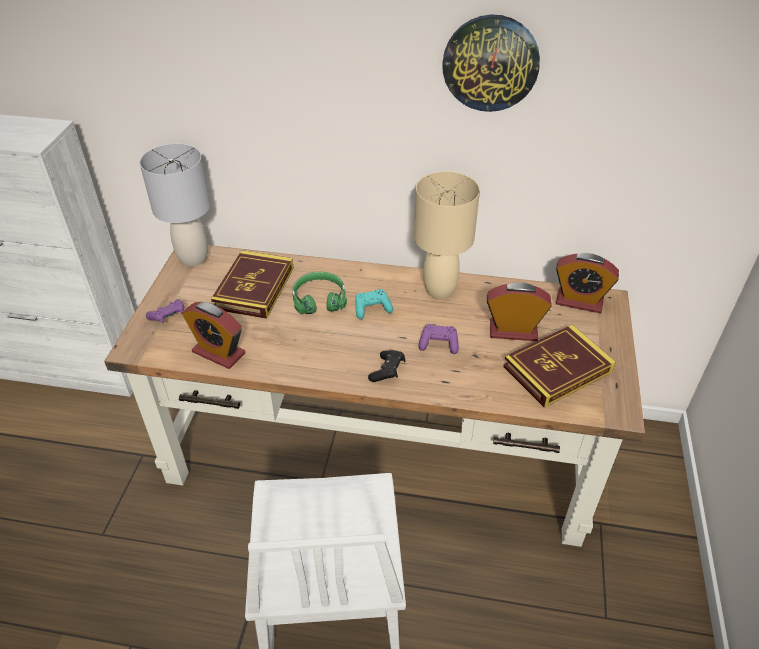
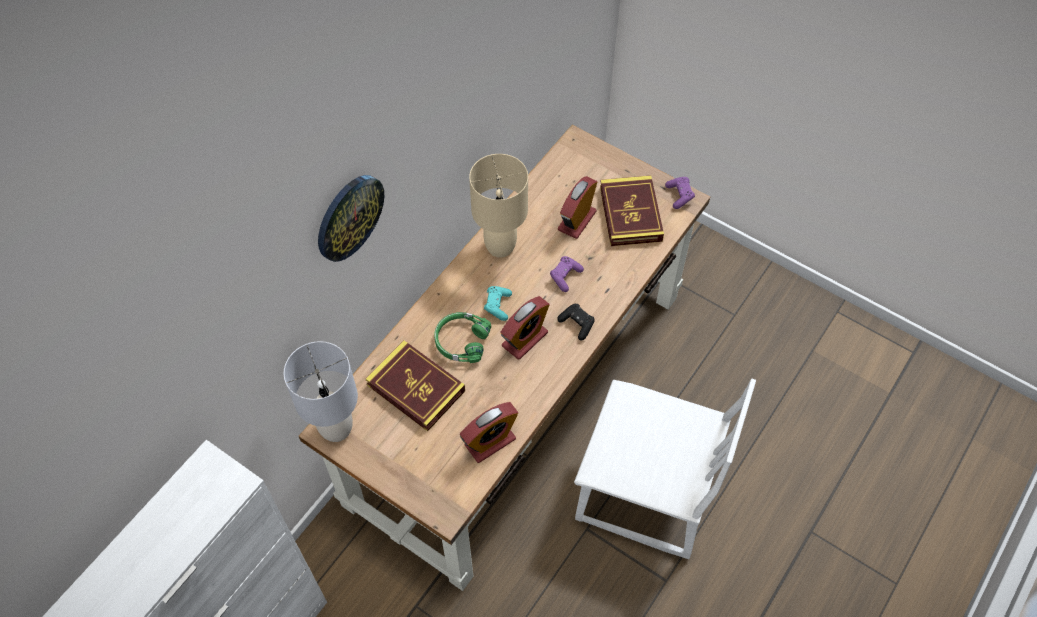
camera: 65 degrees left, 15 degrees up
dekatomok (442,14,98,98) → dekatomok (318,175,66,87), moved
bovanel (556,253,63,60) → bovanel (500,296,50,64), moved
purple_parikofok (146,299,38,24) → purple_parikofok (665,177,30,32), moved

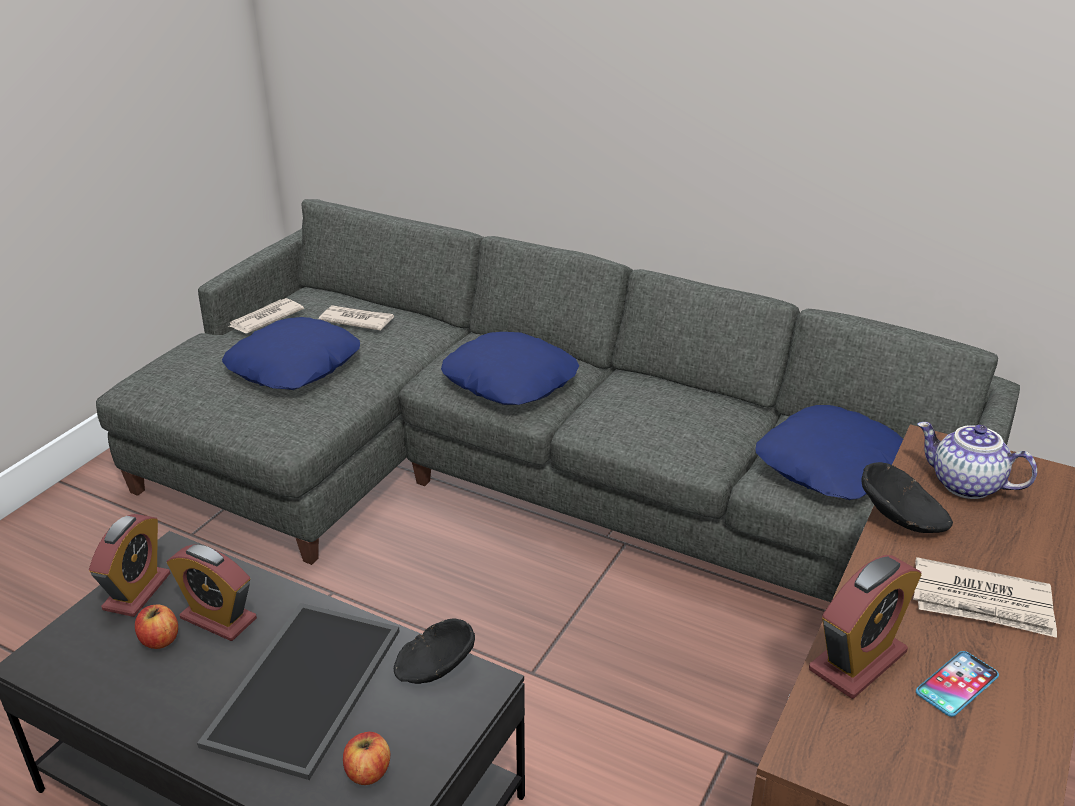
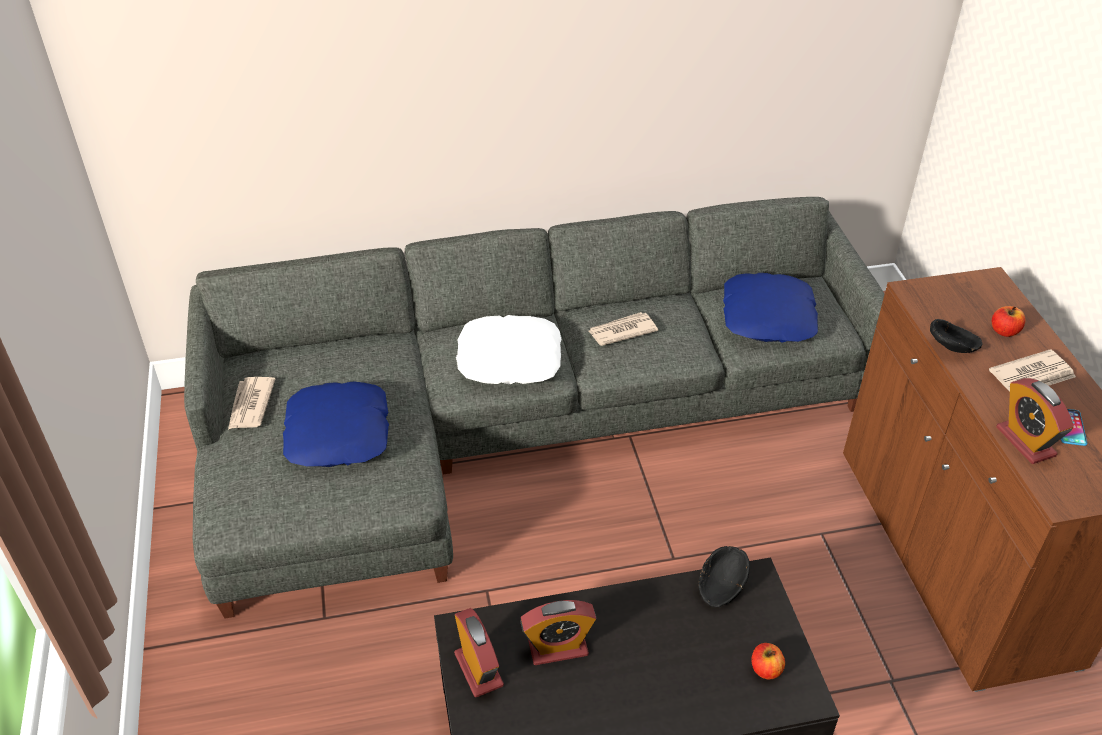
camera: 40 degrees left, 10 degrees up
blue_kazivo (441,332,138,73) → white_kazivo (456,315,105,70)
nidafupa (318,305,76,26) → nidafupa (588,312,70,34), moved
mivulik (135,605,43,44) → mivulik (992,306,33,31), moved
bovanel (809,555,113,144) → bovanel (996,378,78,86), 150 degrees clockwise
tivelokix (197,603,203,177) → -
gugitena (917,422,120,77) → -

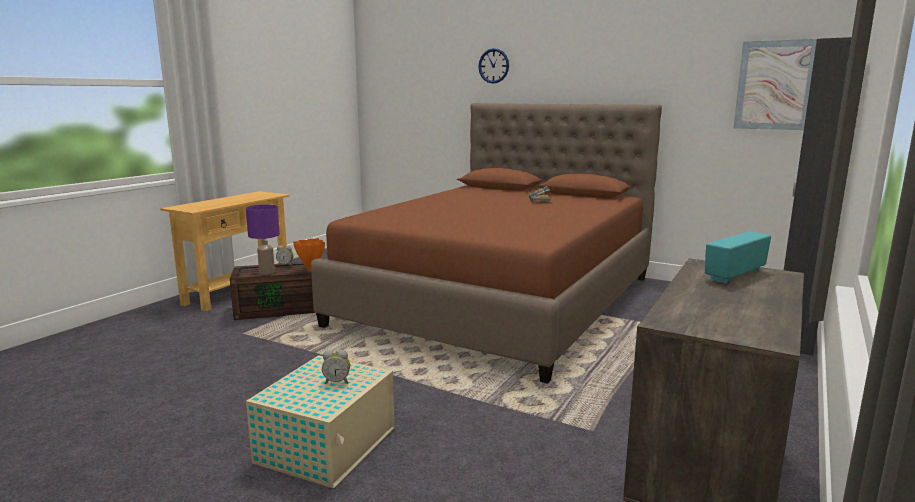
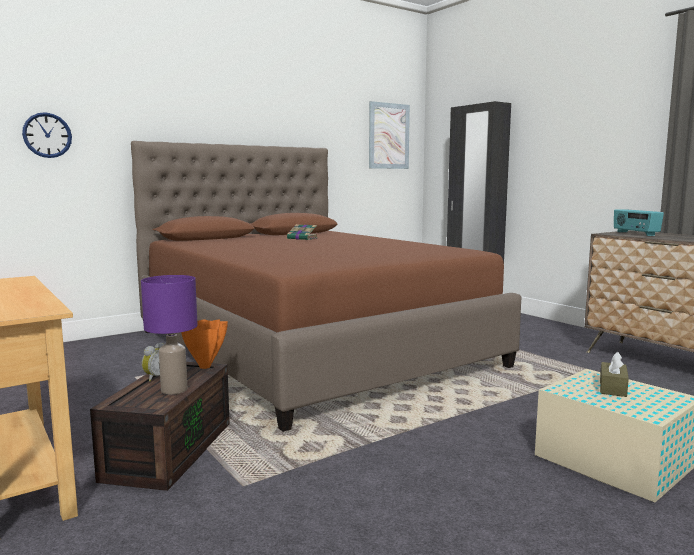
camera: 65 degrees left, 5 degrees down
dekatomok (478,48,31,36) → dekatomok (22,112,50,46), moved
bovanel (322,350,28,34) → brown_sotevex (600,352,29,45)

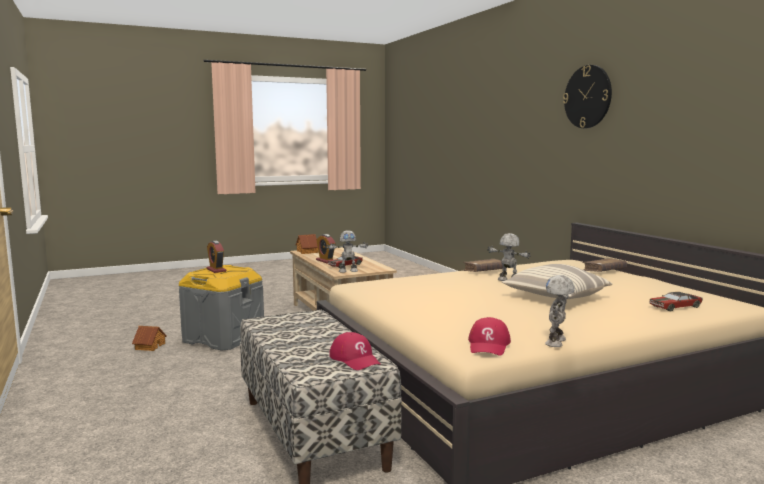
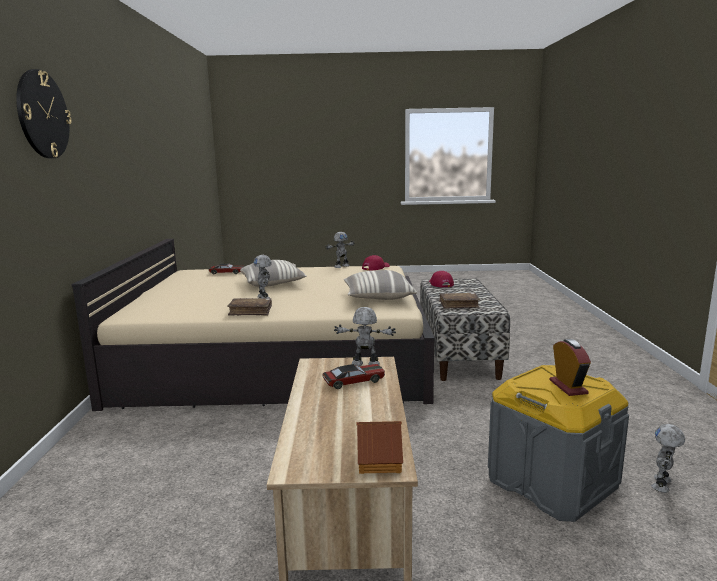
camera: 155 degrees left, 5 degrees up
- → kazivo (343,270,74,30)
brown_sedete (582,258,45,14) → brown_sedete (439,293,41,16), moved
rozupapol (132,326,35,25) → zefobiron (652,424,33,69)
bovanel (316,234,19,29) → -

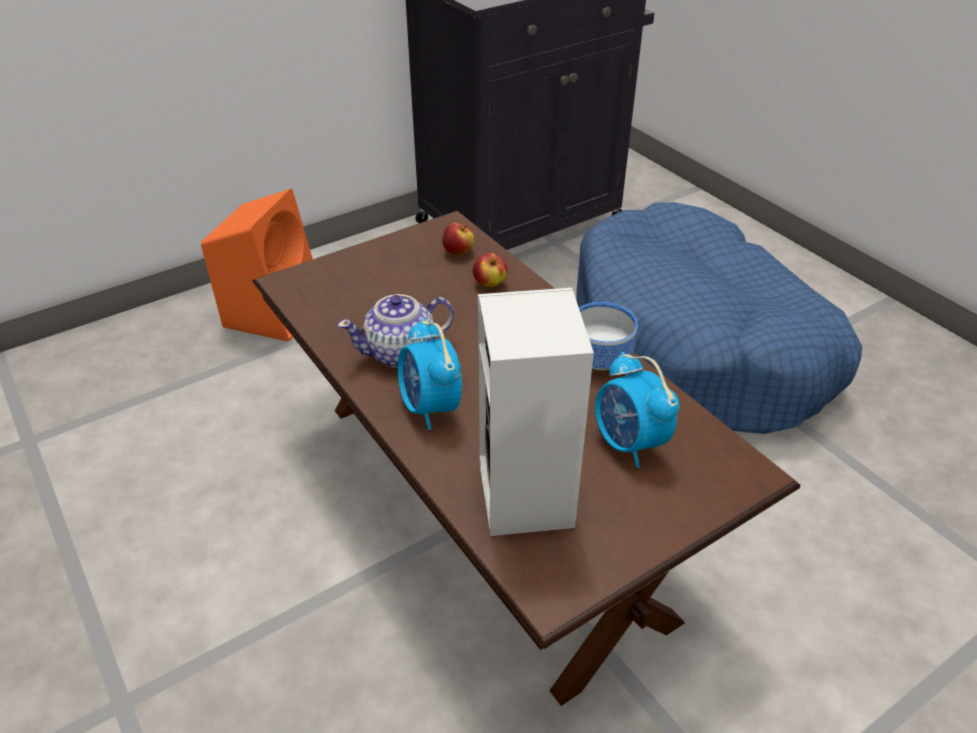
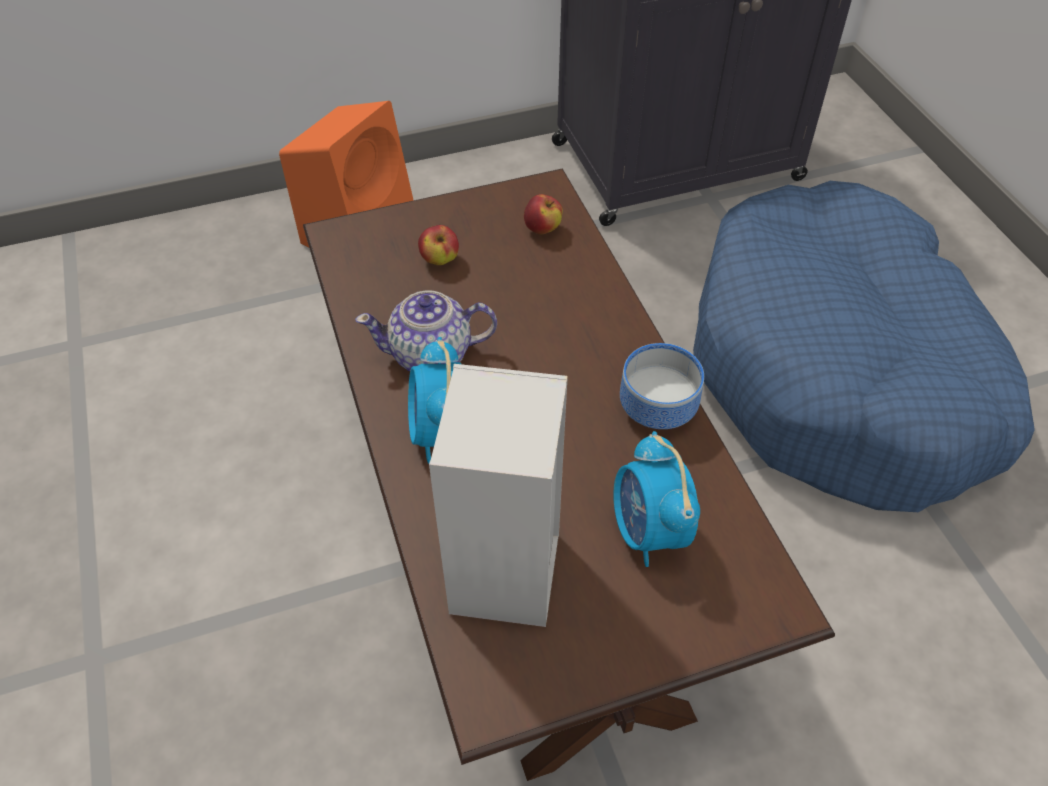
camera: 15 degrees right, 10 degrees up
mivulik (473,253,35,34) → mivulik (418,225,41,40), moved

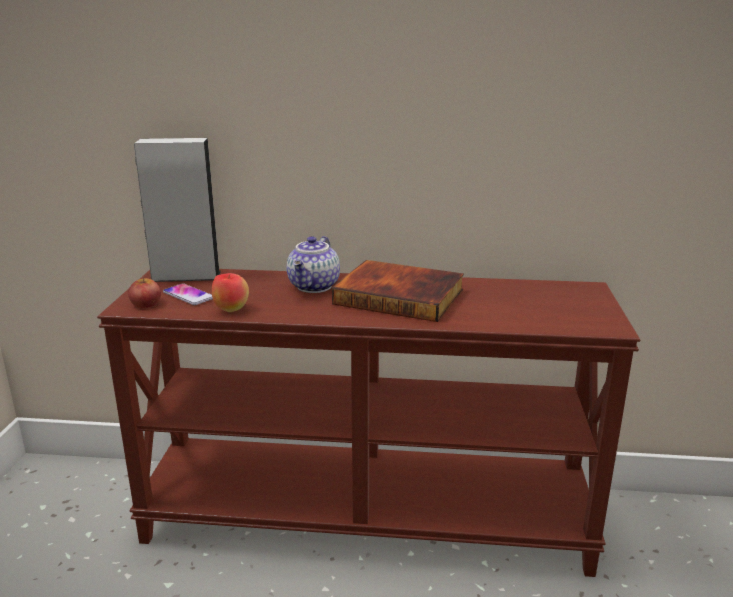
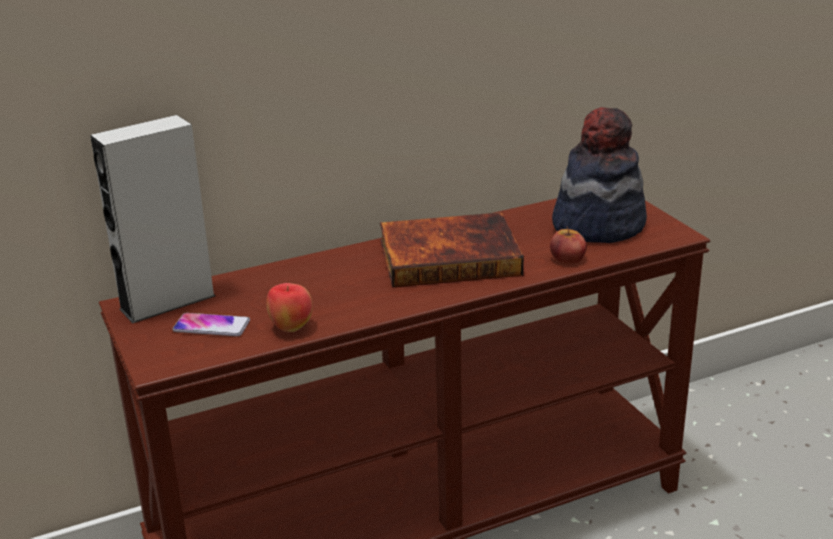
camera: 30 degrees left, 5 degrees up
mivulik (128,276,33,32) → mivulik (550,226,37,38), moved
- → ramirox (552,107,95,136)
gugitena (287,236,53,57) → -

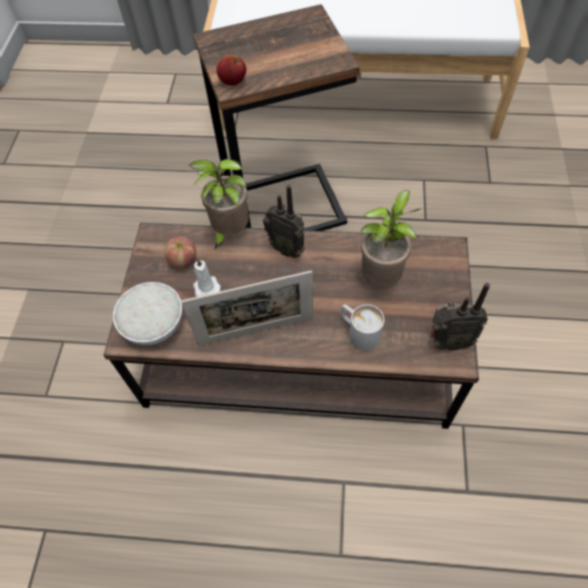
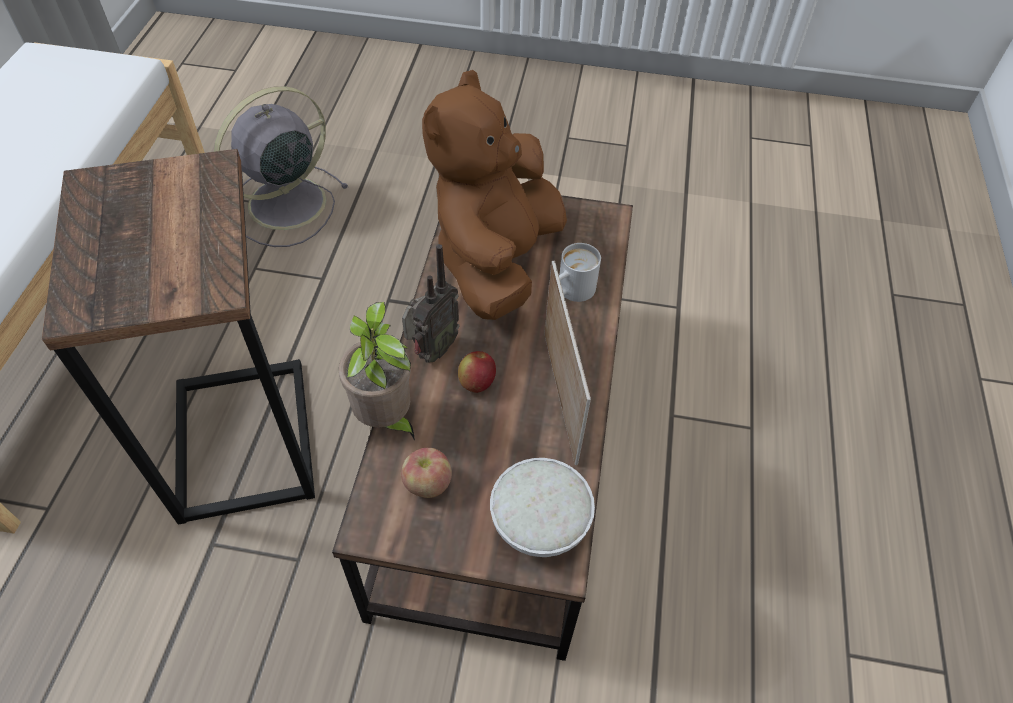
camera: 90 degrees left, 5 degrees down
- → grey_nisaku (214,86,135,161)
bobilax (361,190,61,97) → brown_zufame (422,70,145,250)
mivulik (217,55,29,31) → mivulik (458,351,38,42), moved
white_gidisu (193,258,28,39) → -
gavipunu (430,283,60,67) → -

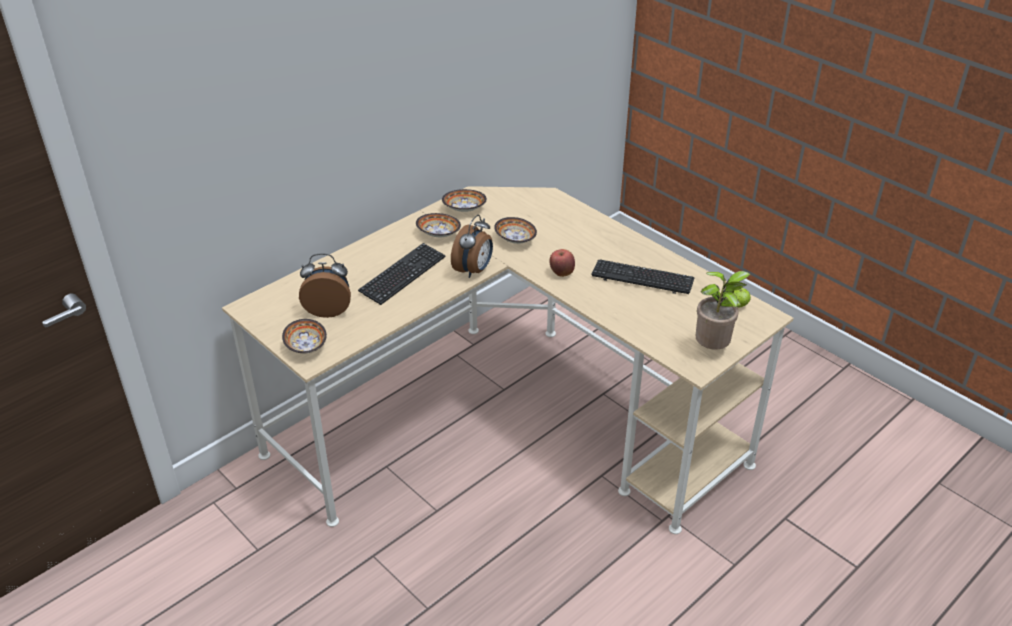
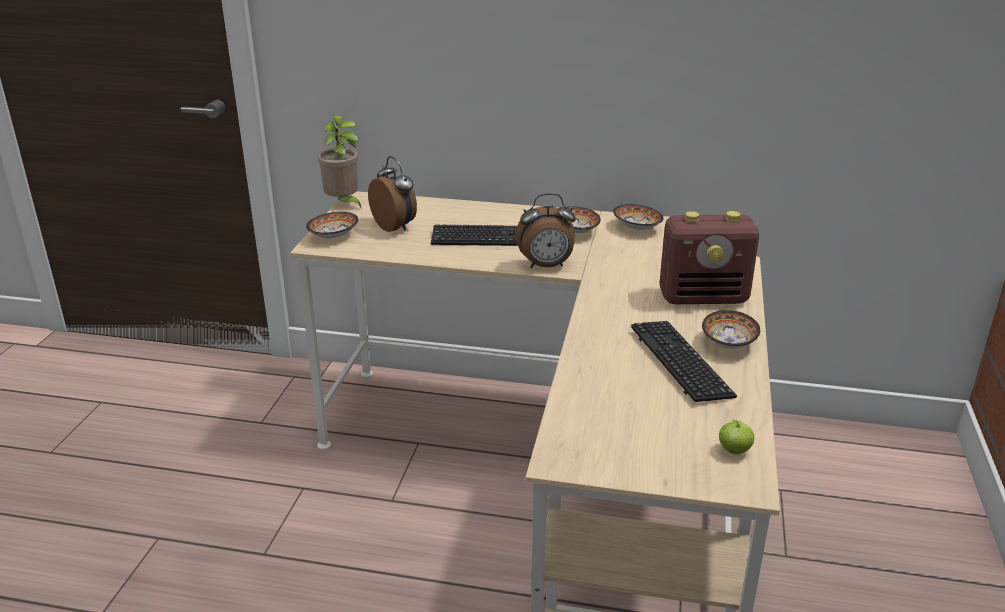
camera: 55 degrees right, 10 degrees down
bobilax (696,271,55,79) → bobilax (318,116,43,92), moved
- → gavipunu (659,211,100,93)
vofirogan (494,217,43,27) → vofirogan (702,310,58,39), moved
mivulik (550,249,25,28) → -

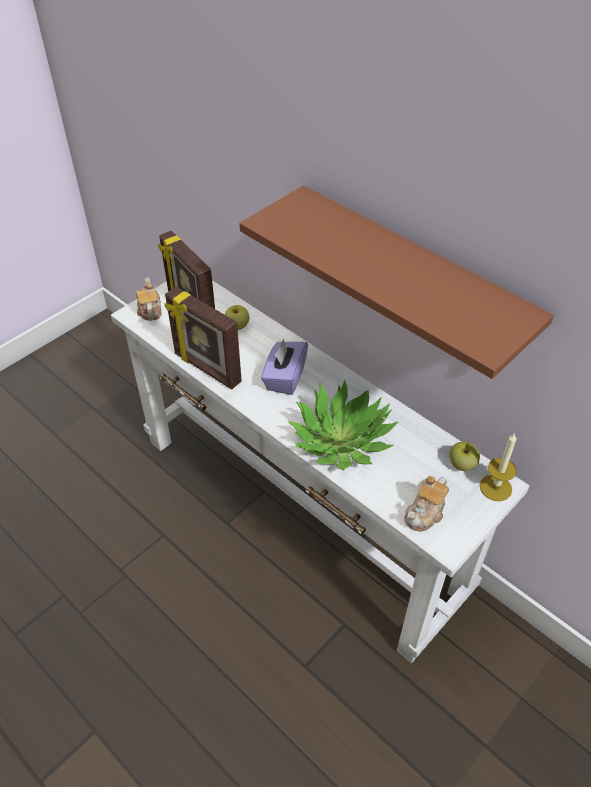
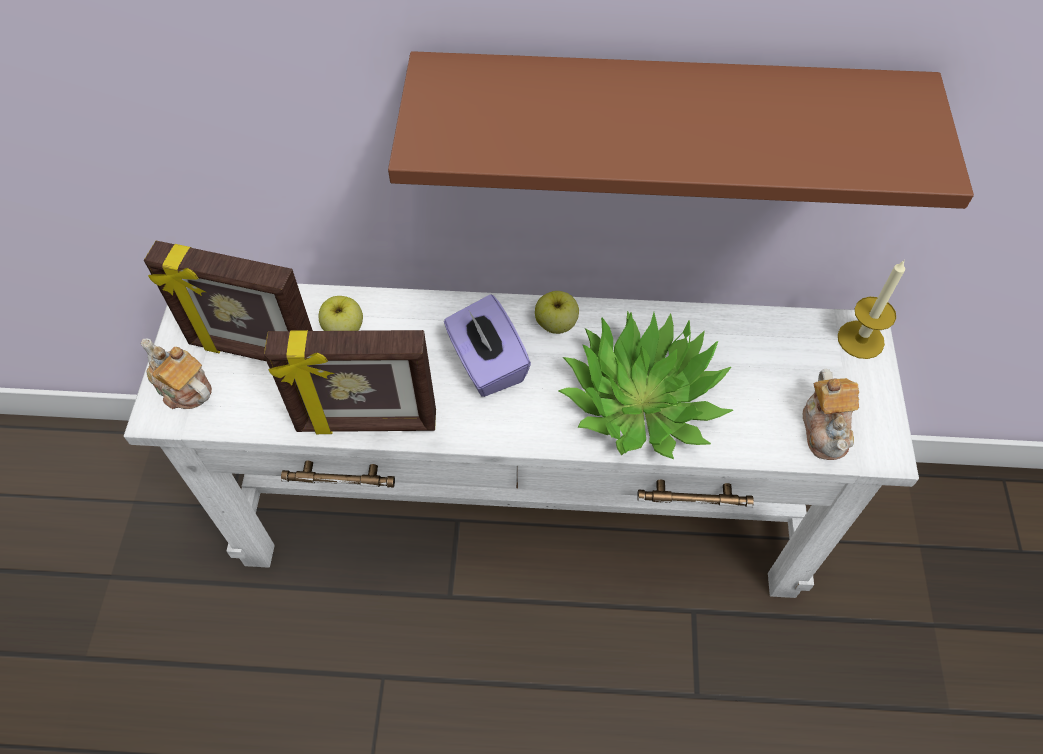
camera: 40 degrees left, 10 degrees up
mivulik (449,442,31,29) → mivulik (535,291,44,43), moved

